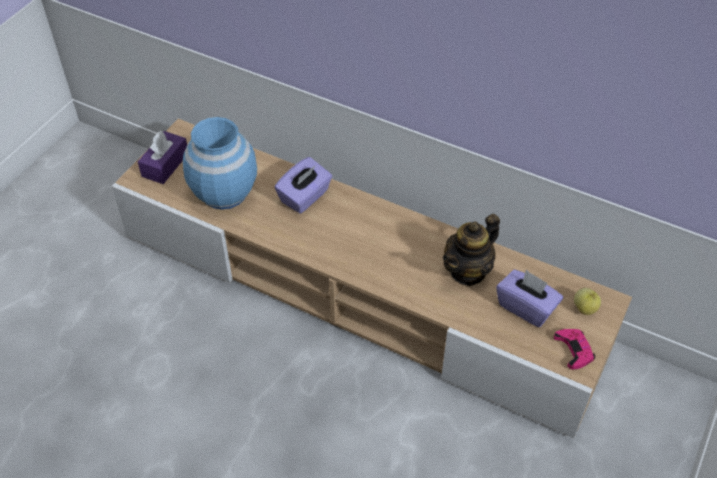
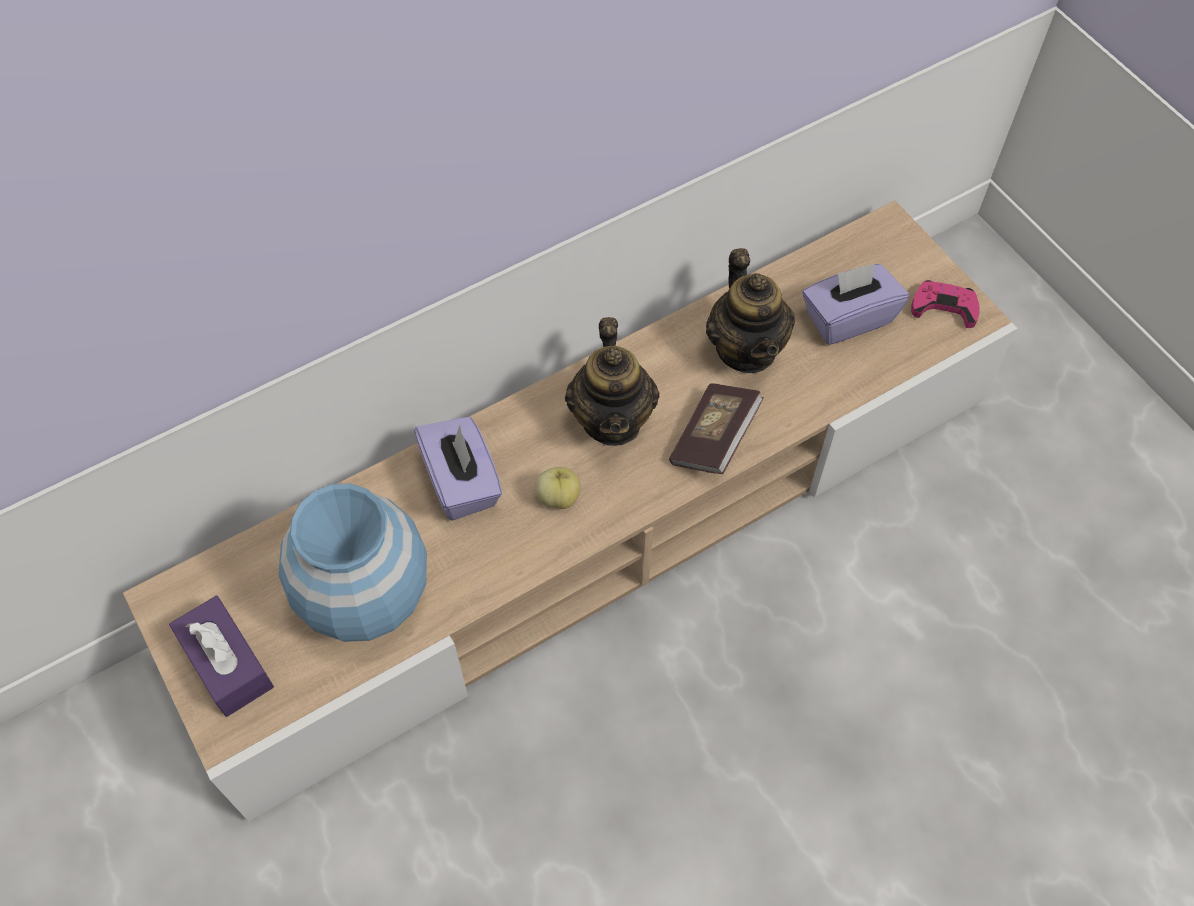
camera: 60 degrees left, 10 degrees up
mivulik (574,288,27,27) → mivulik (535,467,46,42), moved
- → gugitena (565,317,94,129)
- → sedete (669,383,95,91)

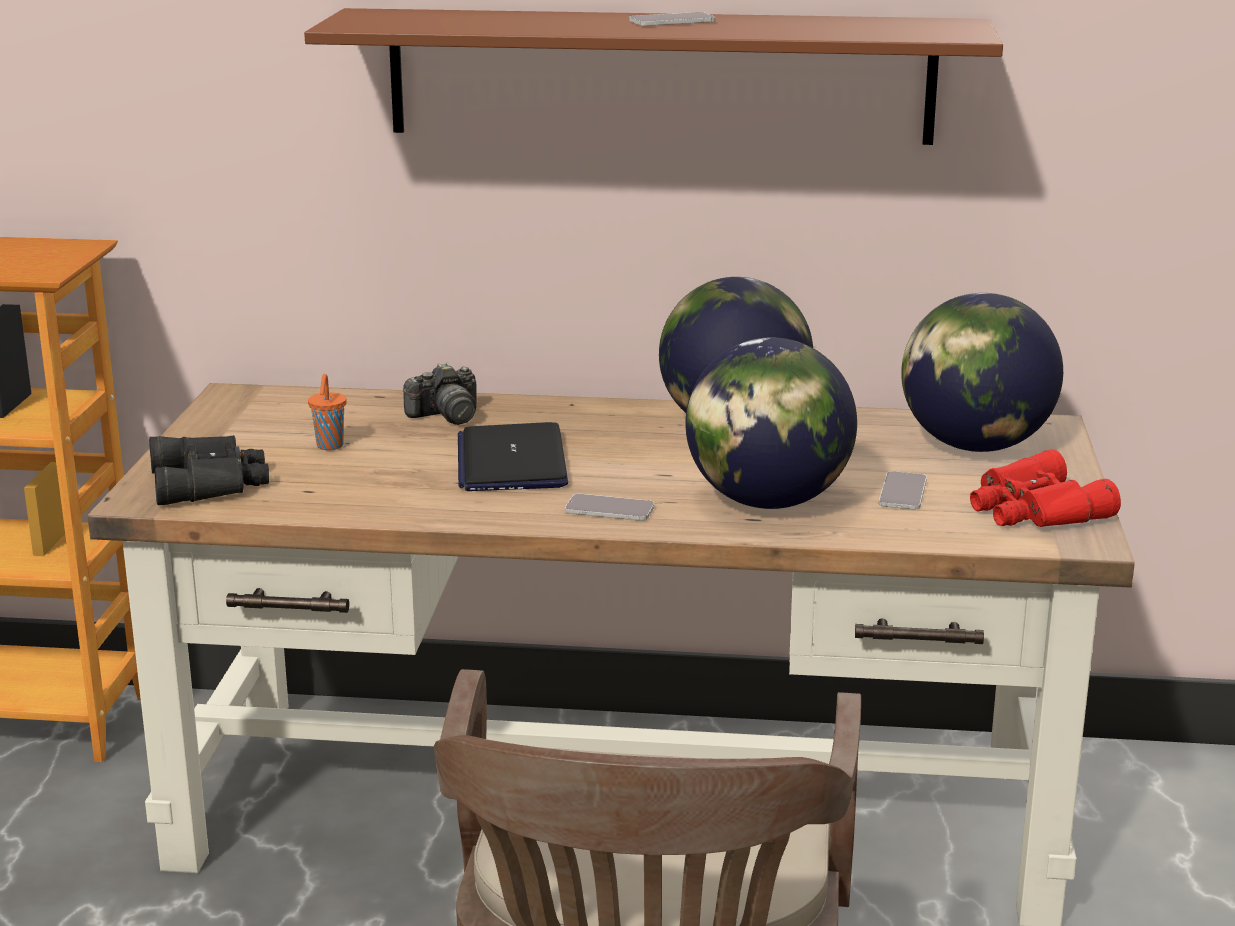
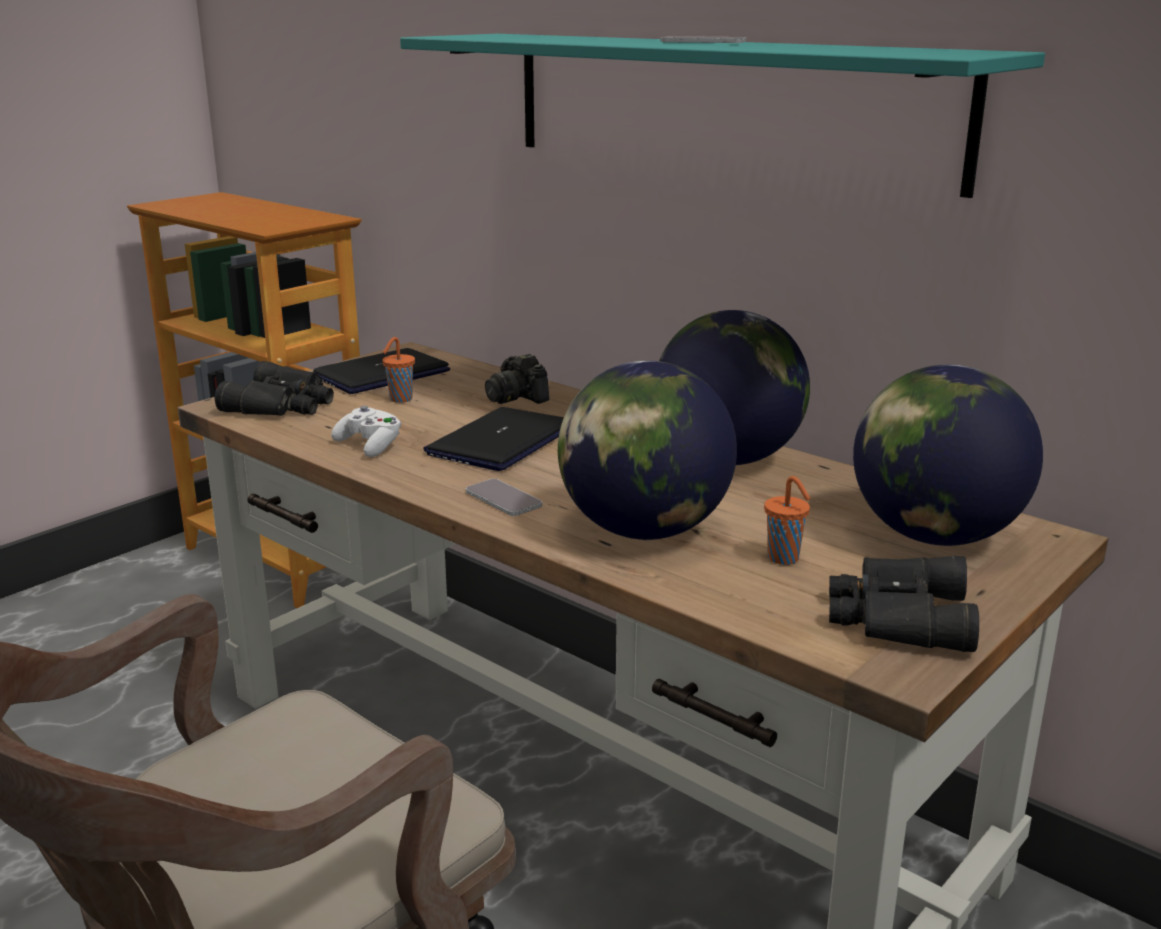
camera: 35 degrees right, 0 degrees up
- → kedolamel (313,348,137,46)
- → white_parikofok (331,406,70,51)
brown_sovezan (304,8,699,137) → turquoise_sovezan (400,34,645,164)
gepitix (403,363,74,62) → gepitix (485,354,64,50), 45 degrees clockwise
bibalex (879,471,48,39) → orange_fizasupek (764,476,47,89)
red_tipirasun (970,449,151,78) → black_tipirasun (829,556,150,96)

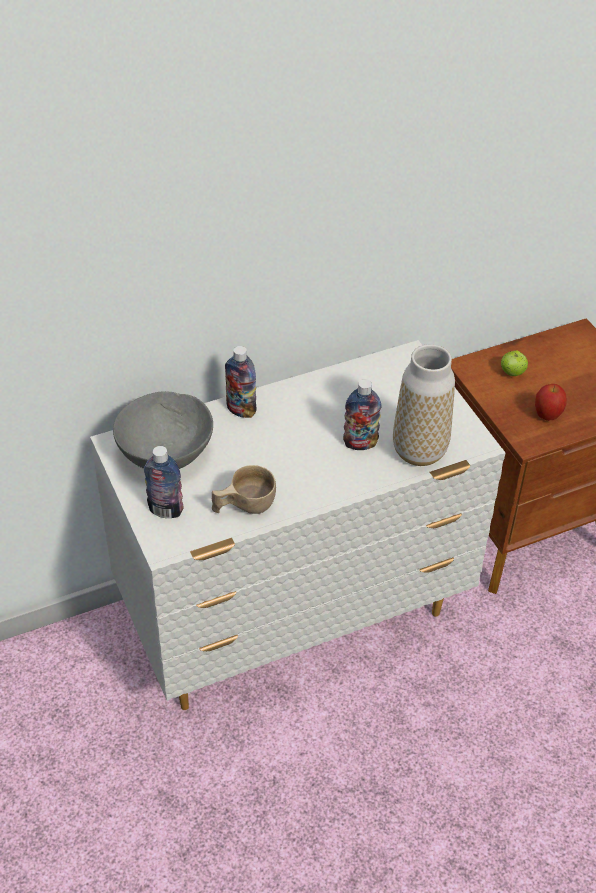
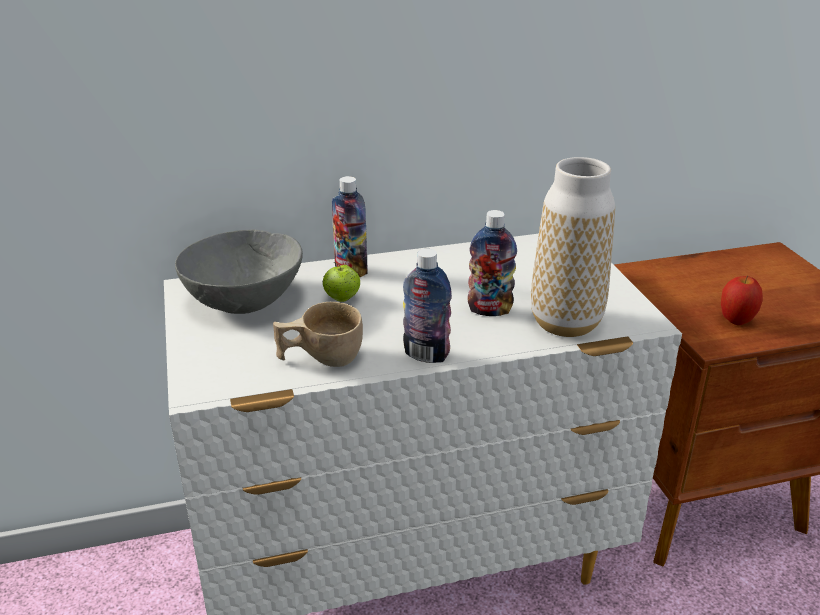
camera: 10 degrees right, 15 degrees down
mivulik (501,350,27,26) → mivulik (322,262,38,40), moved
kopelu (144,446,40,72) → kopelu (403,249,49,114), moved

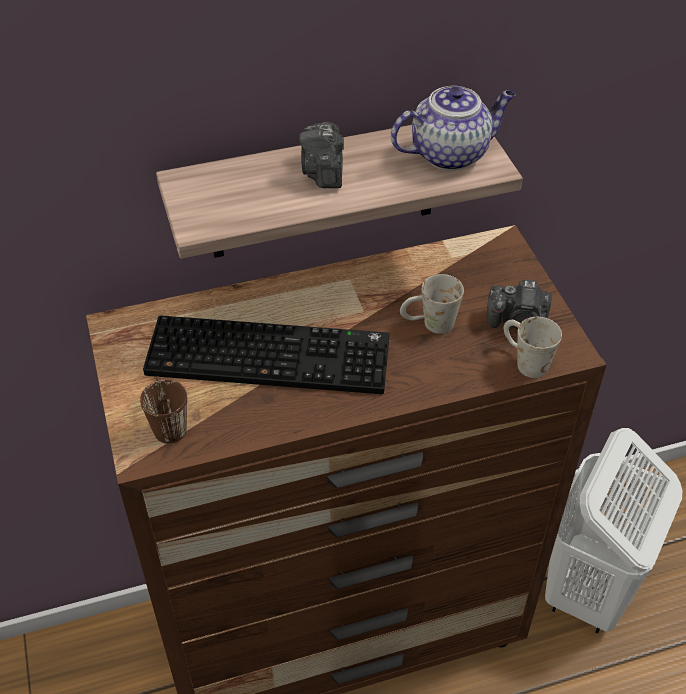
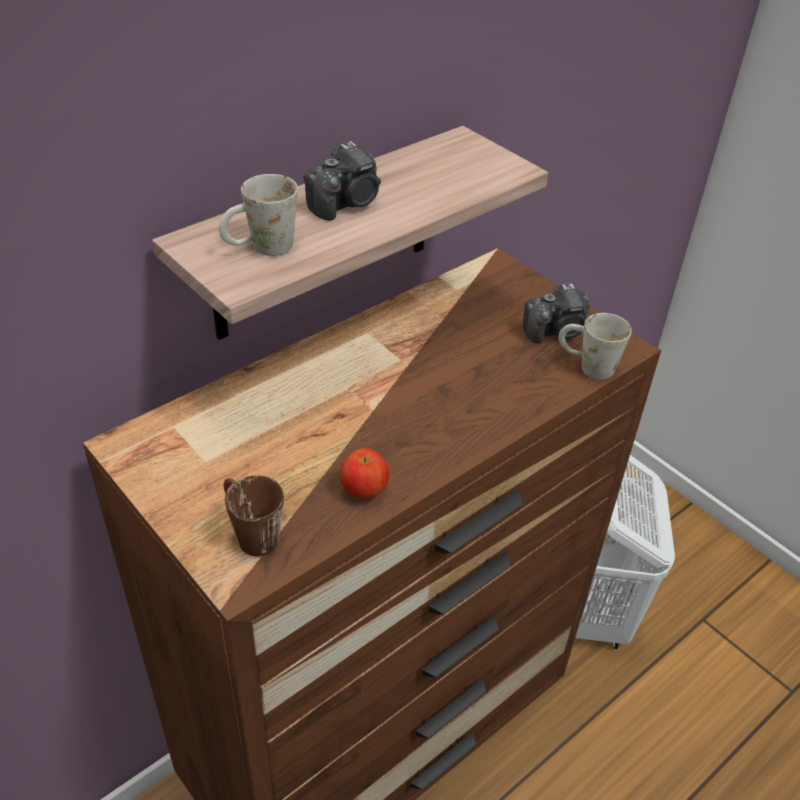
camera: 25 degrees left, 5 degrees down
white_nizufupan (400,274,64,60) → white_nizufupan (219,174,79,82), moved
gepitix (299,122,45,66) → gepitix (304,141,77,80), 105 degrees counterclockwise
- → mivulik (339,448,50,50)
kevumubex (143,315,246,79) → -
gugitena (391,86,125,84) → -

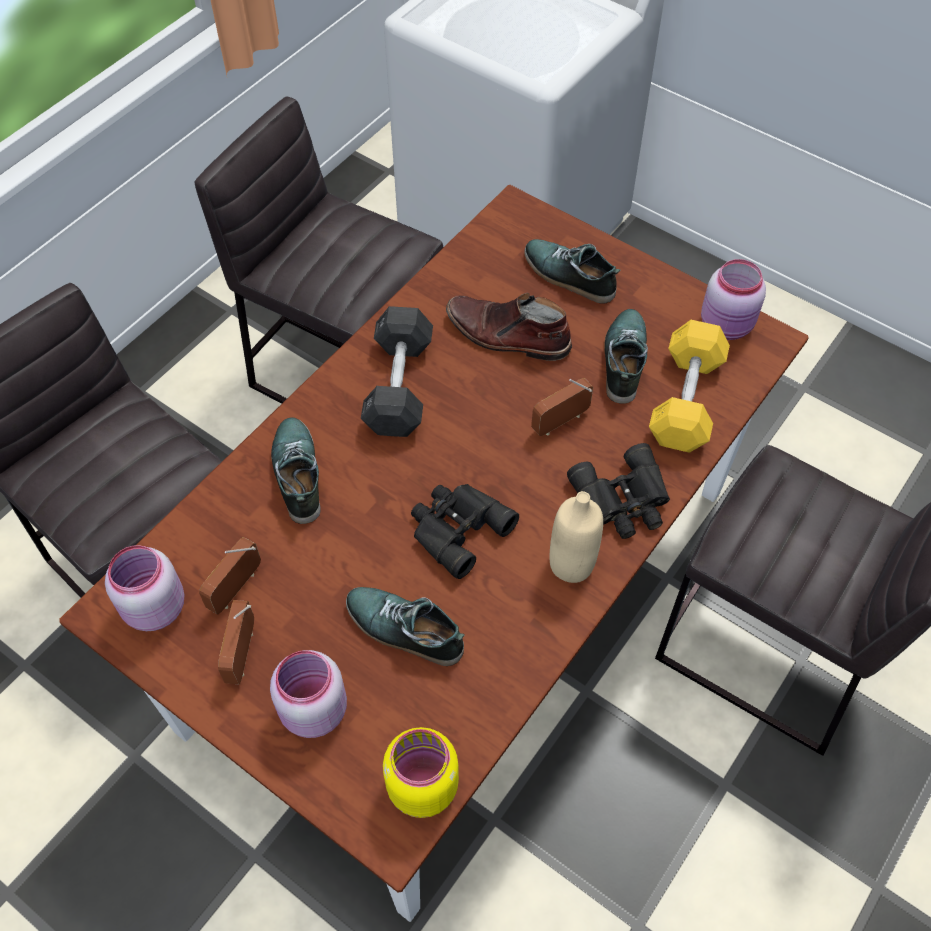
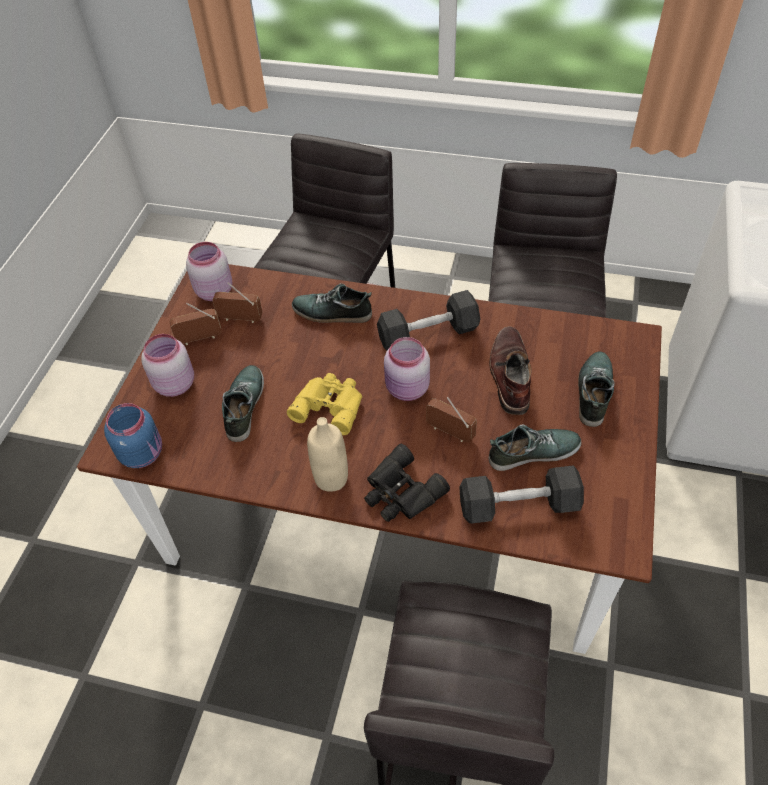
camera: 70 degrees right, 5 degrees down
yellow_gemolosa (383,727,76,91) → blue_gemolosa (104,403,58,65)
black_tipirasun (411,484,108,95) → yellow_tipirasun (287,373,75,62)
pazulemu (271,417,50,107) → pazulemu (292,284,80,39), 135 degrees counterclockwise
pink_gemolosa (701,259,65,81) → pink_gemolosa (384,337,46,64), moved
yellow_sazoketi (649,320,81,133) → grey_sazoketi (459,465,125,58)

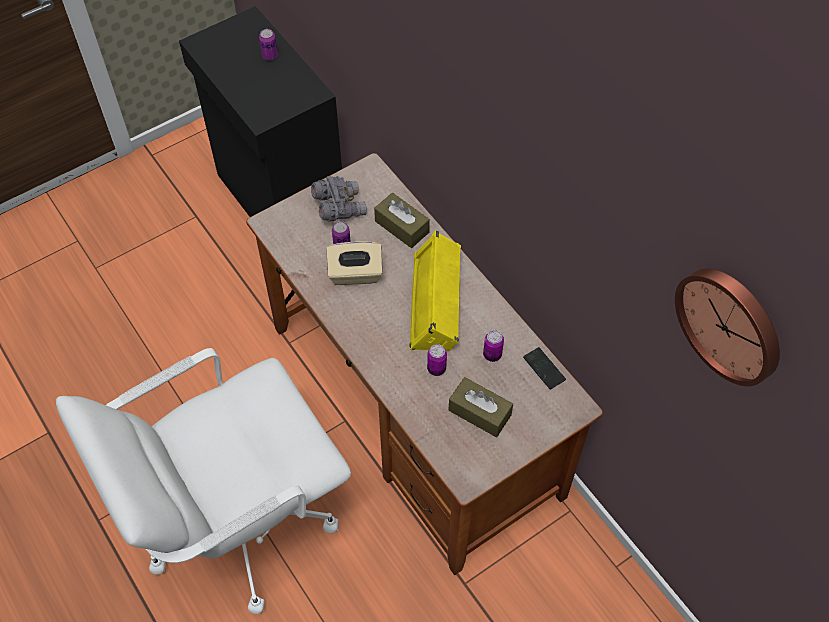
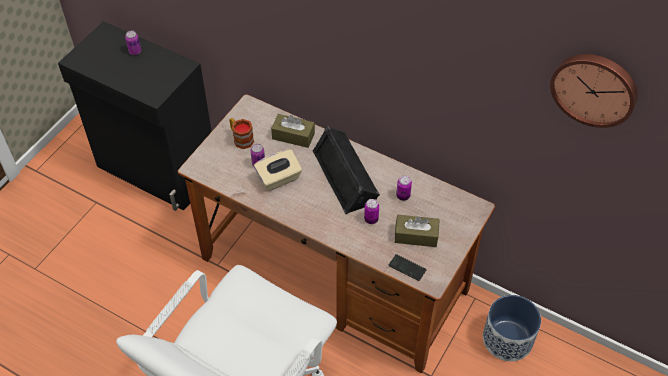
camera: 25 degrees left, 5 degrees down
grey_tipirasun (311,176,56,45) → nizufupan (229,118,25,31)
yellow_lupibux (409,230,52,121) → black_lupibux (313,126,67,88)
bibalex (523,347,43,42) → bibalex (388,254,38,27), moved
- → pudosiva (483,295,58,67)

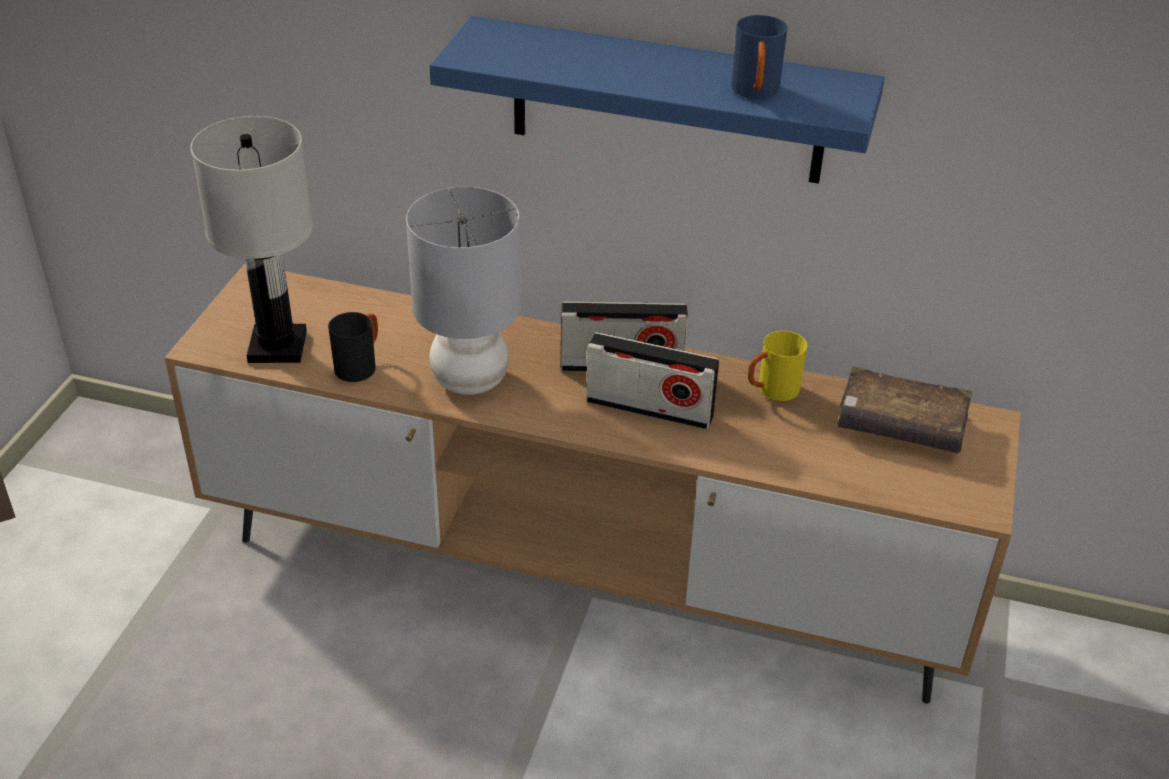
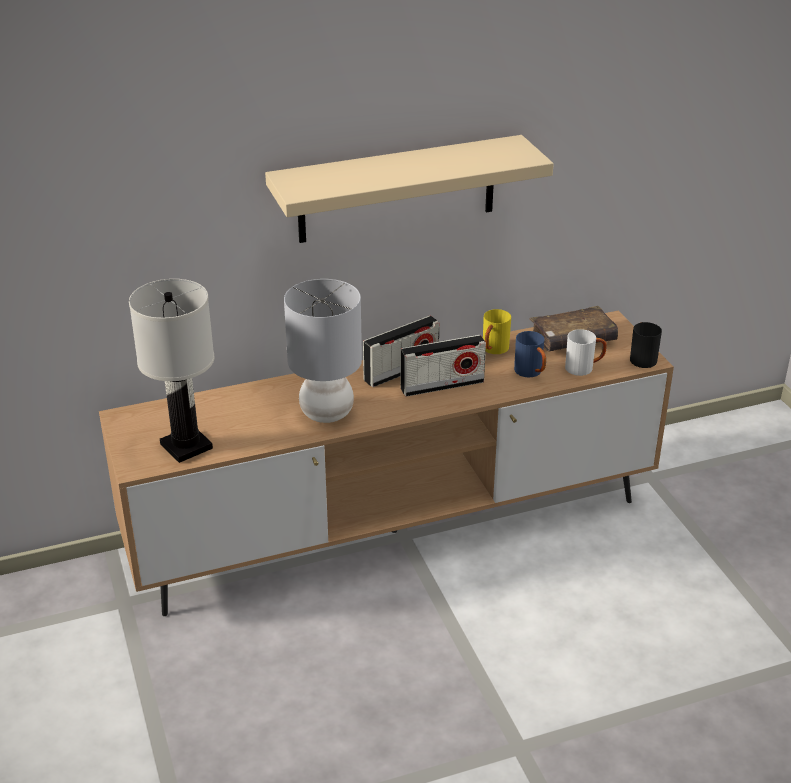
camera: 35 degrees left, 5 degrees down
blue_sovezan (429,16,456,168) → beige_sovezan (265,135,289,108)
blue_nizufupan (731,15,57,84) → blue_nizufupan (514,331,32,46), moved
- → white_nizufupan (565,329,42,47)
black_nizufupan (328,312,50,70) → black_nizufupan (630,322,32,46), moved

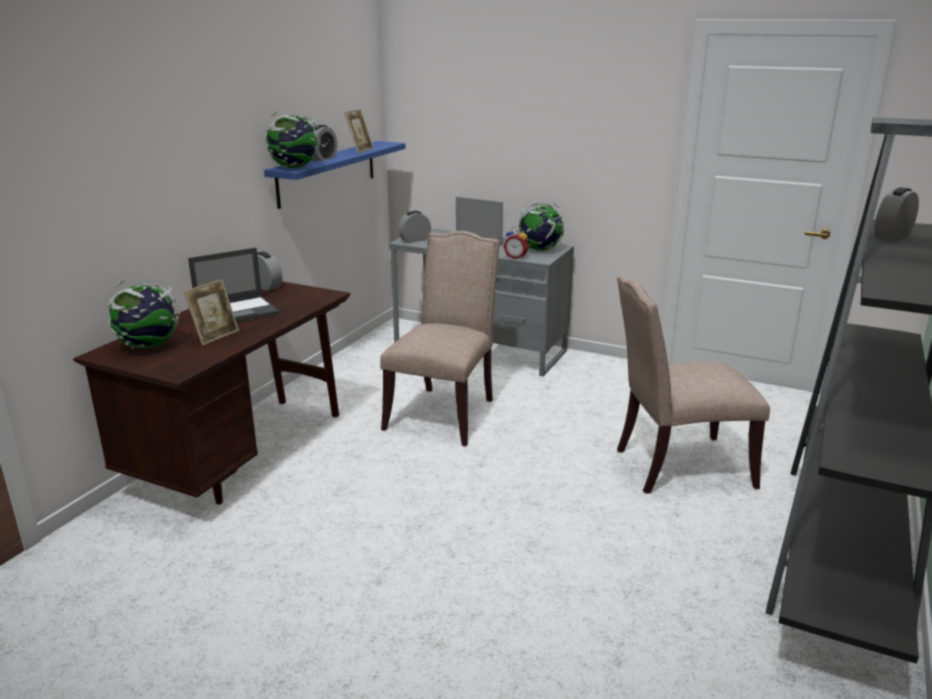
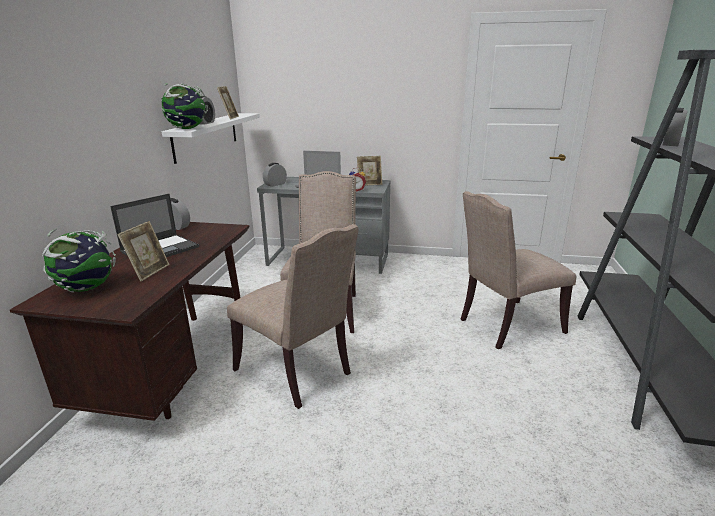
camera: 15 degrees left, 0 degrees up
blue_sovezan (264,141,142,68) → white_sovezan (162,113,98,51)
- → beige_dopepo (227,224,132,185)
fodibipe (517,203,47,48) → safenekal (357,156,25,30)

